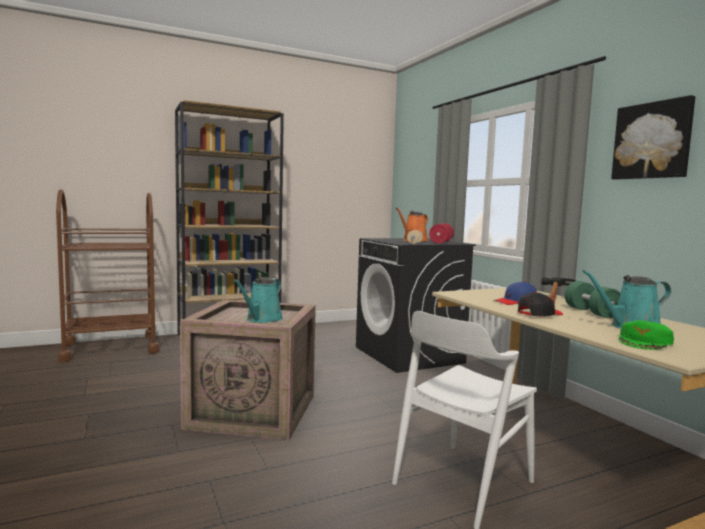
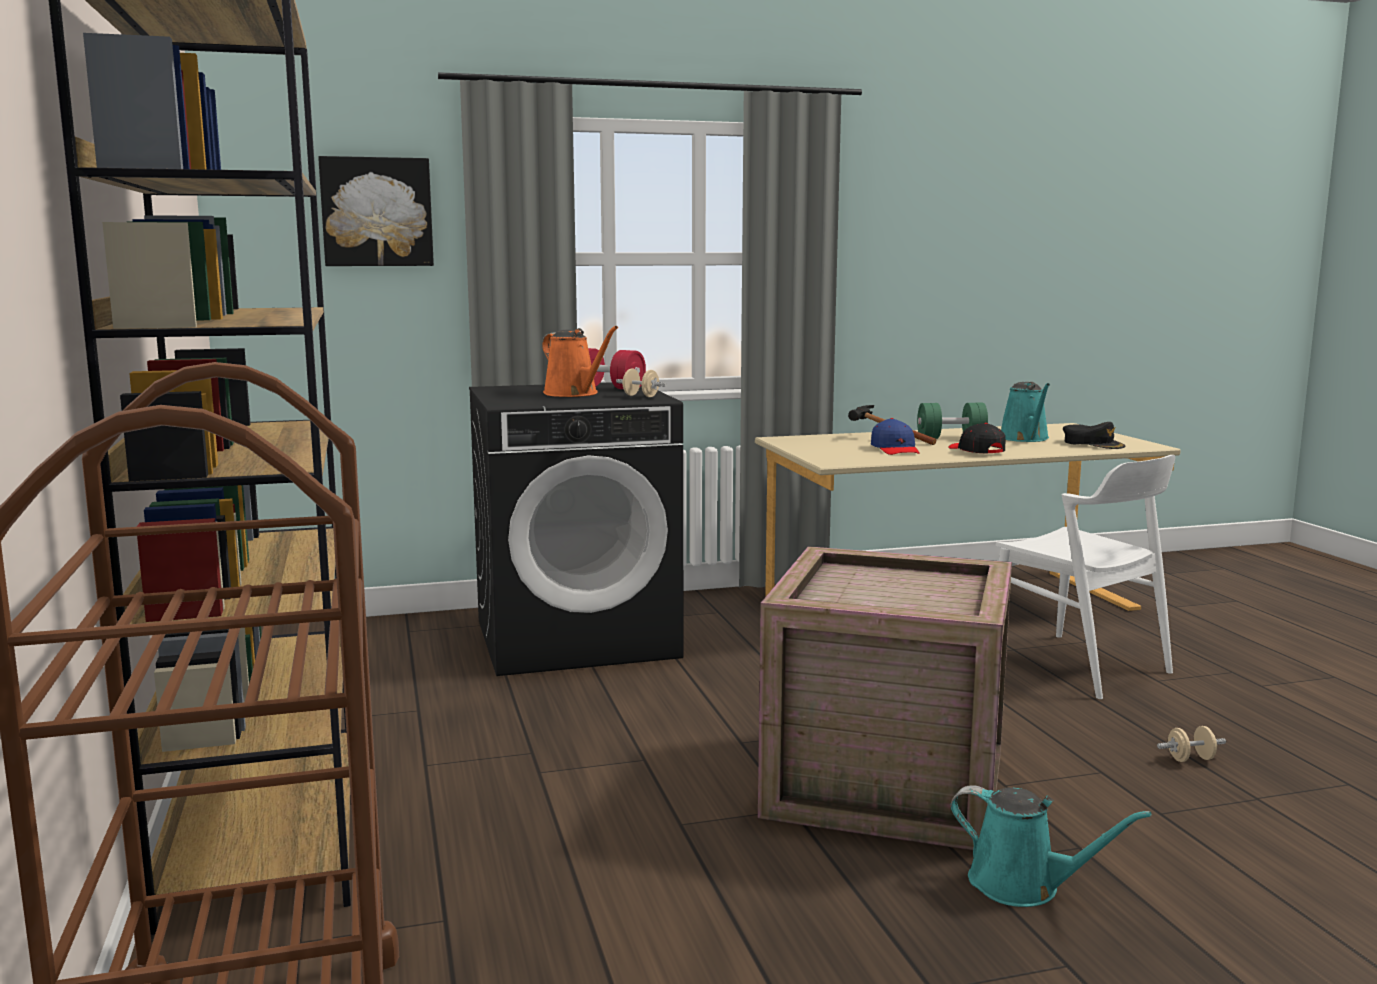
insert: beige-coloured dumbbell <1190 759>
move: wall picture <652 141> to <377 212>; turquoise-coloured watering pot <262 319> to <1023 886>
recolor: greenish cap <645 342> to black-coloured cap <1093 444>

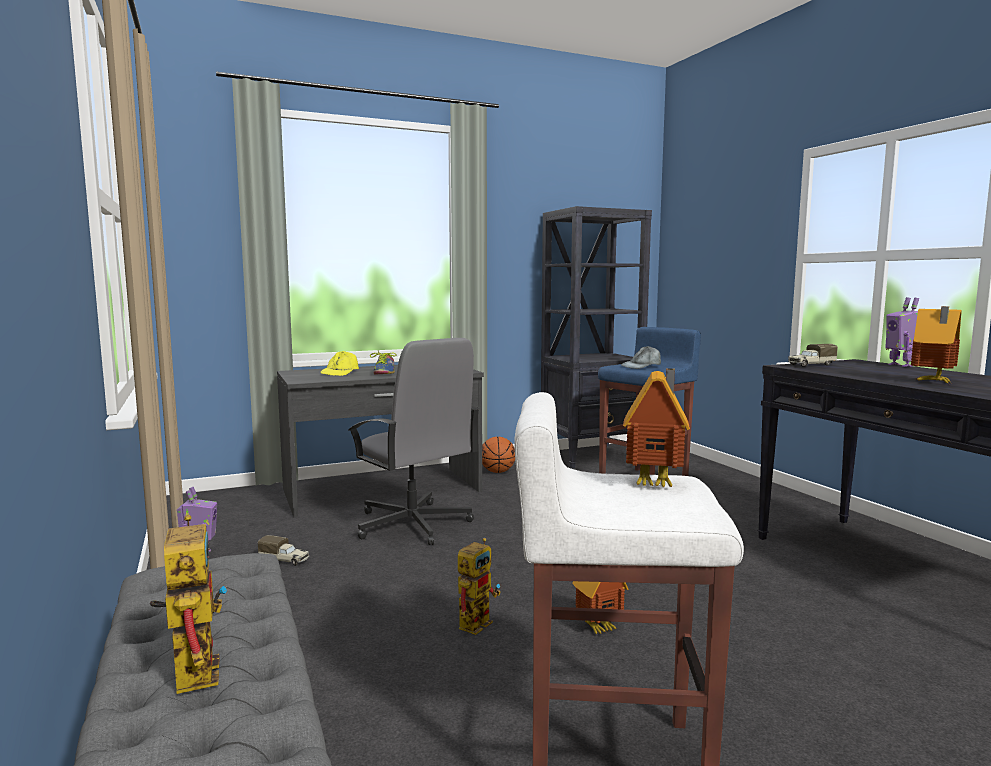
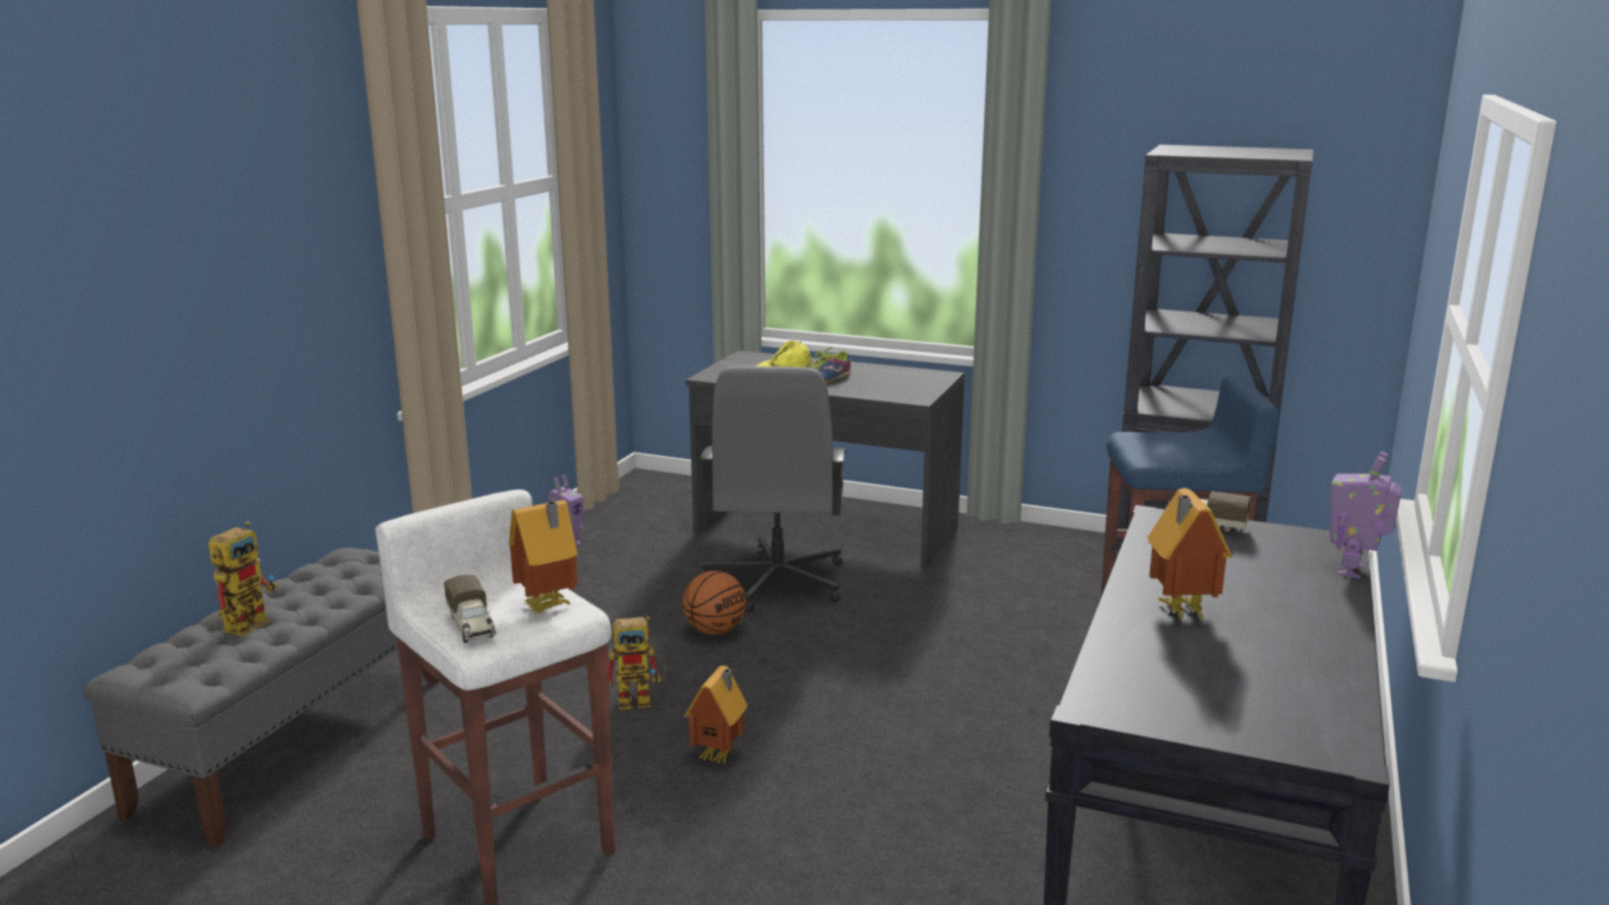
delete: grey cap <642 366>
move: toy lorry <285 560> to <472 627>; basketball ball <497 472> to <715 631>

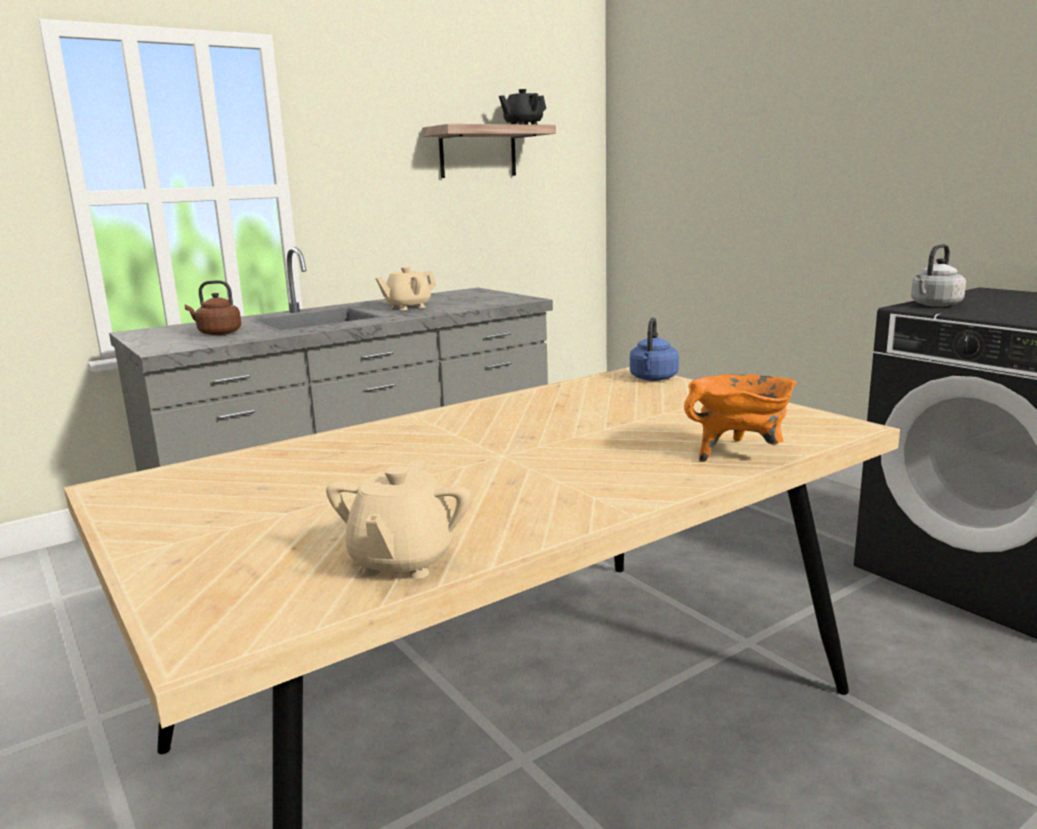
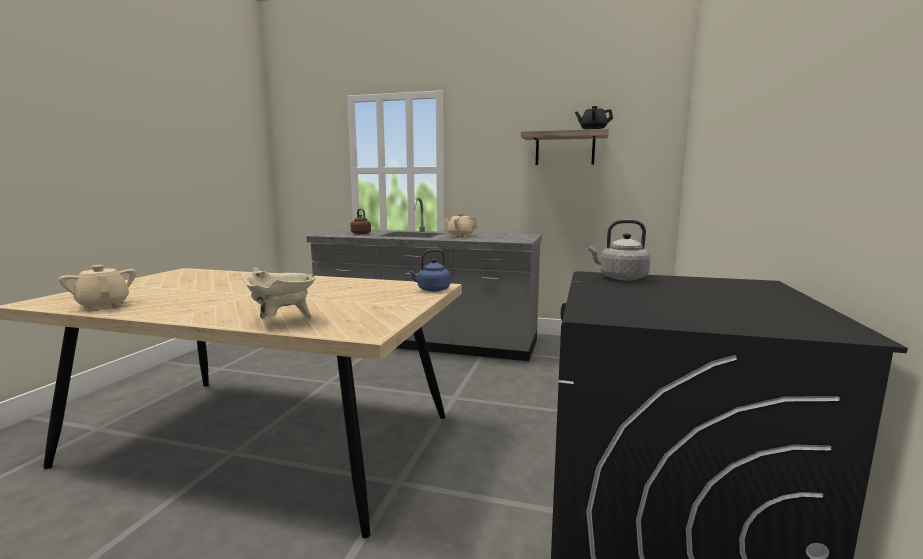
recolor: orangey stockpot <738 454> to beige-coloured stockpot <282 322>
rotate: beige-coloured pot for tea <402 561> = <103 305> 75 degrees clockwise

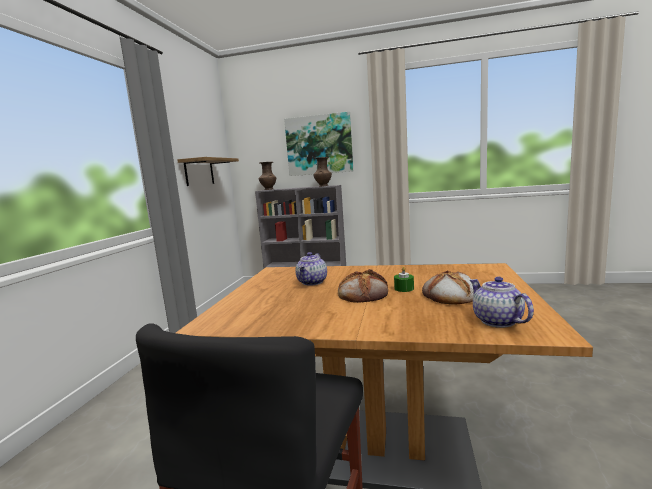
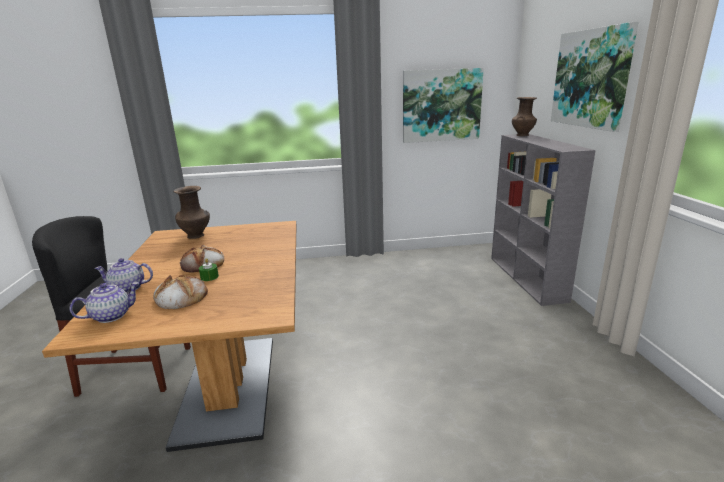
move: pot for tea <312 282> to <127 288>; brown flower vase <323 186> to <196 236>
replace: bracket shelf <199 172> to wall picture <441 105>

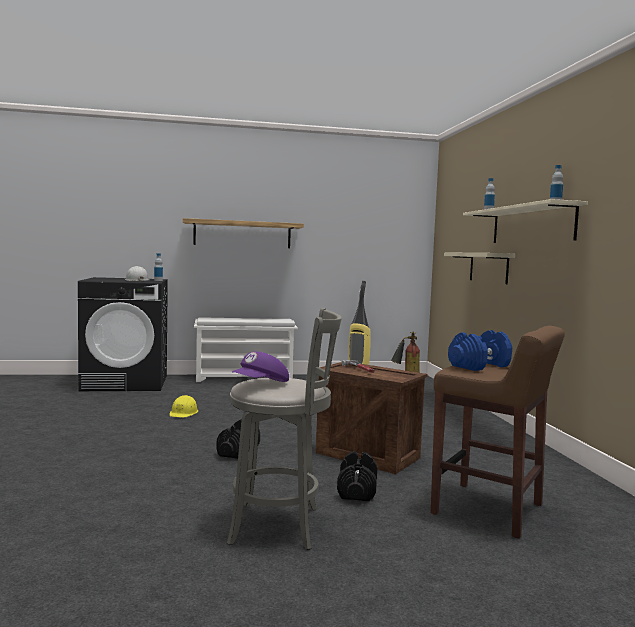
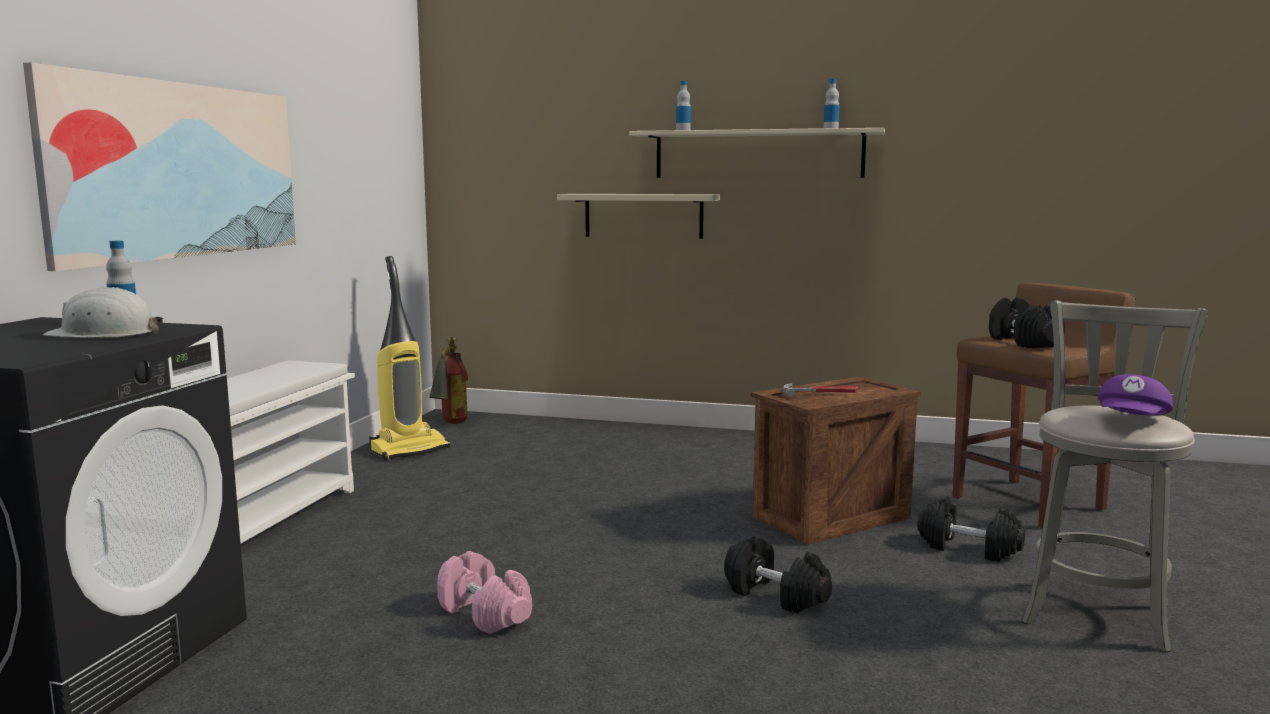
replace: bracket shelf <242 234> to wall picture <181 170>; yellowish work helmet <184 413> to pink dumbbell <485 614>
recolor: blue-coloured dumbbell <479 366> to black-coloured dumbbell <1023 342>
rotate: purple cap <261 384> = <1133 422> 60 degrees clockwise

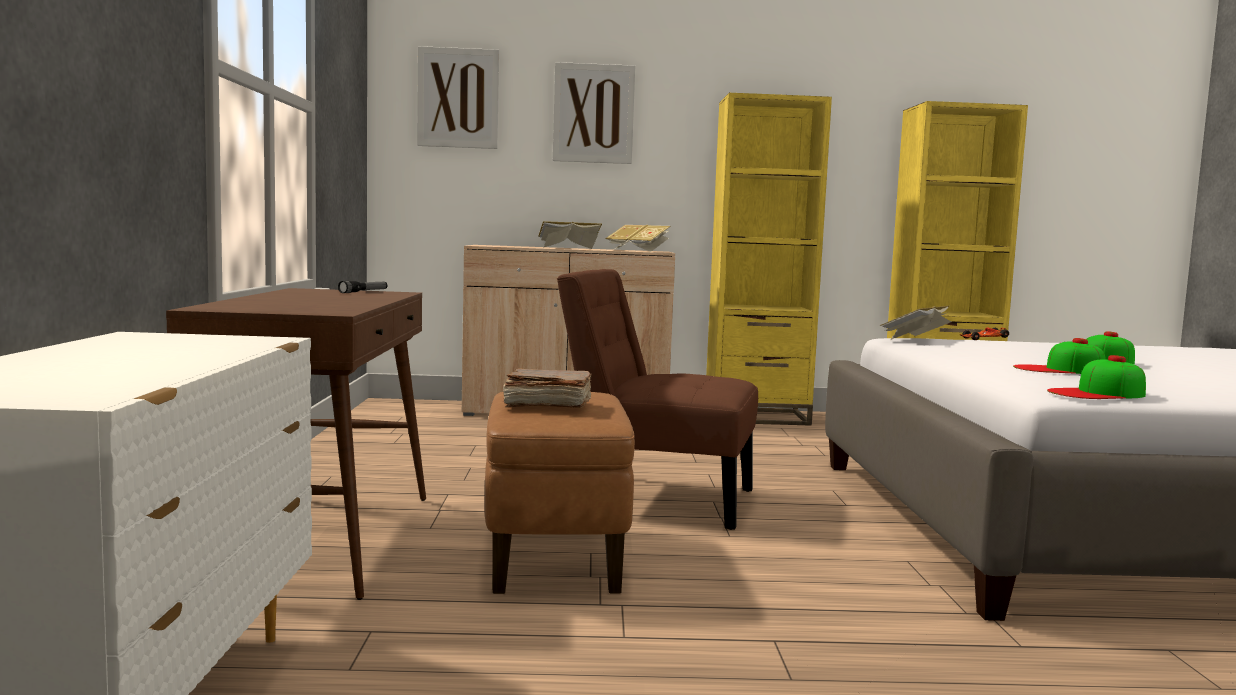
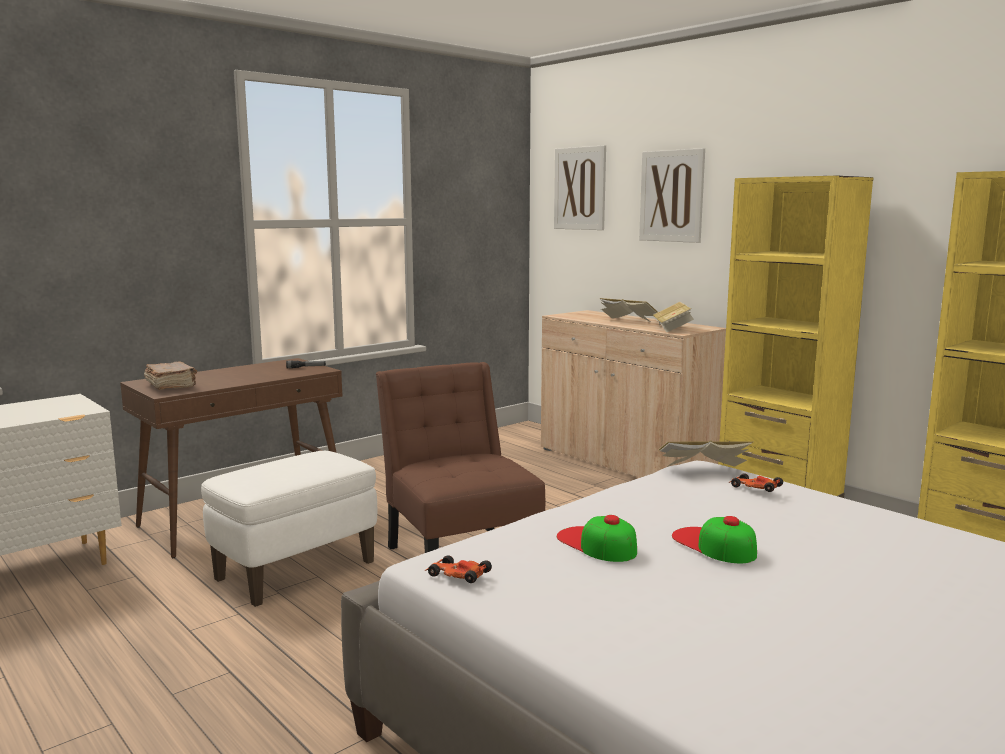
move: brown volume <546 405> to <171 386>
replace: cap <1097 393> to miniature car <457 576>
recolor: brown pouffe <554 556> to white-coloured pouffe <296 570>

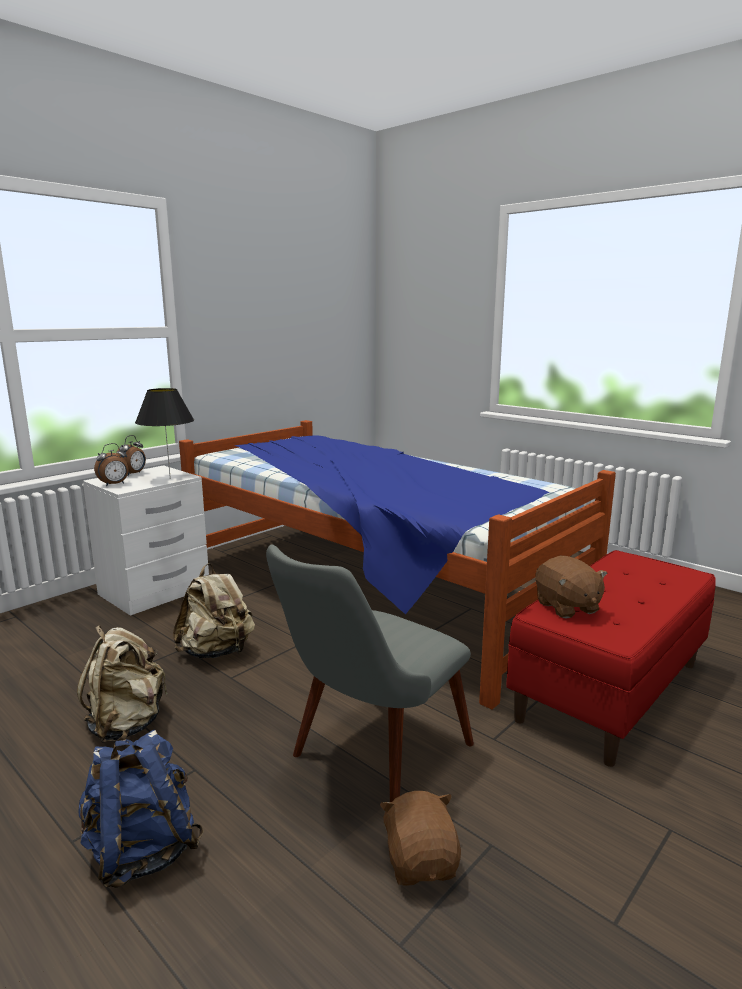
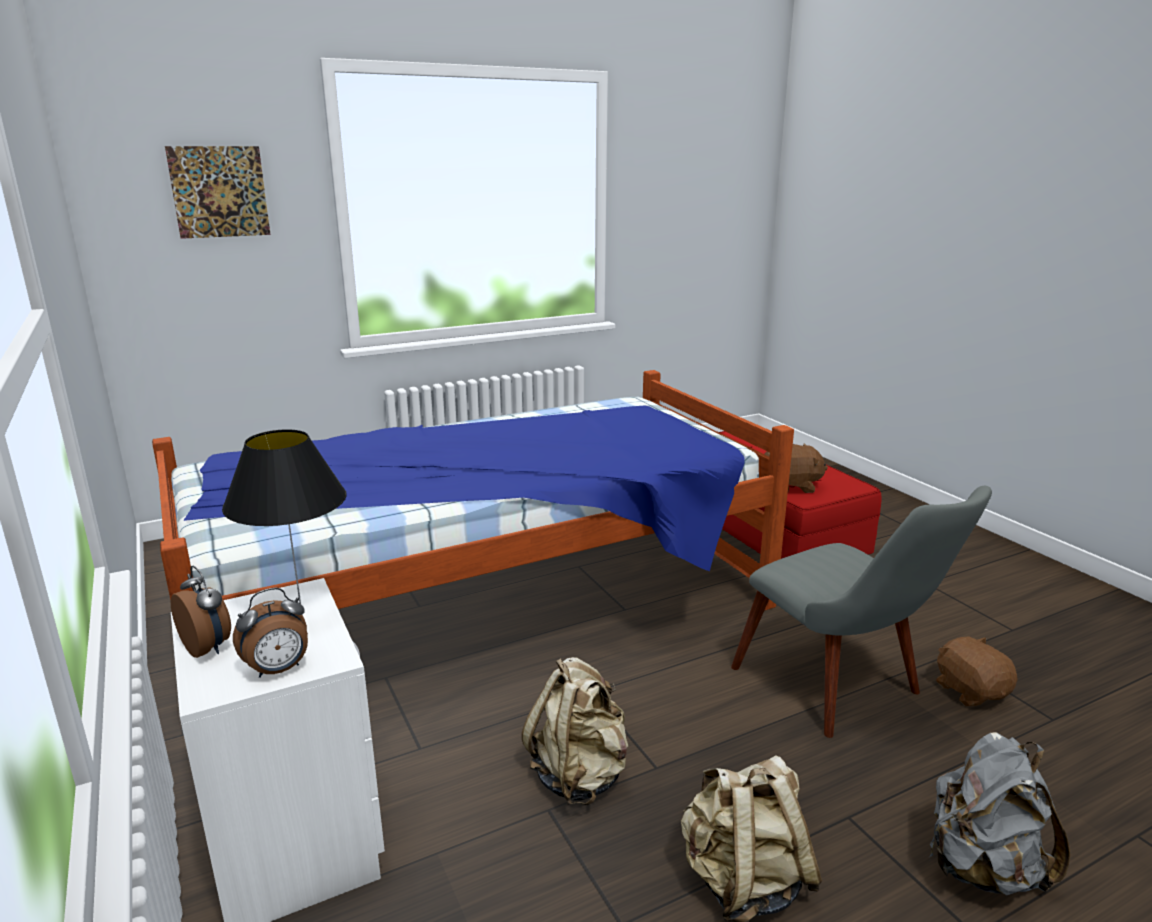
insert: wall picture <219 192>
recolor: blue-coloured backpack <142 851> to grey backpack <982 868>
rotate: alarm clock <114 484> = <278 670> 75 degrees clockwise; brown plush toy <421 861> = <970 691> 60 degrees clockwise

